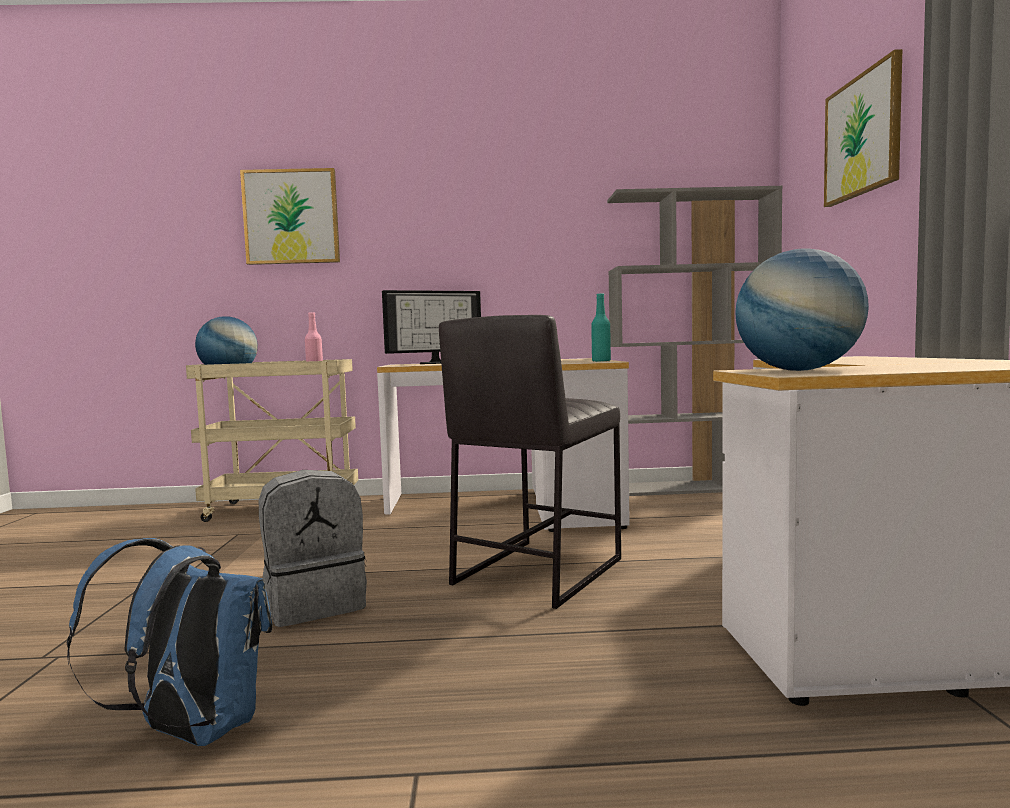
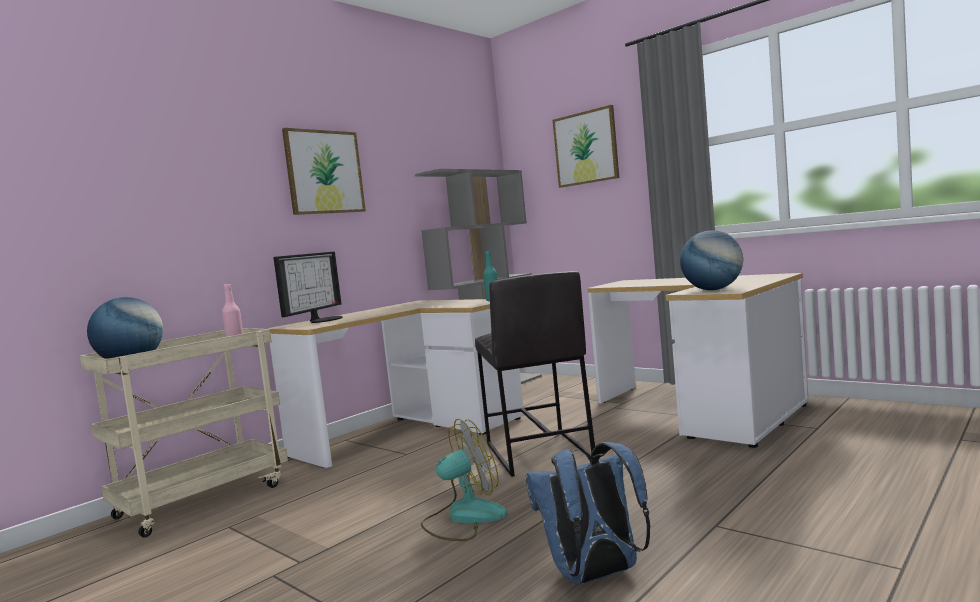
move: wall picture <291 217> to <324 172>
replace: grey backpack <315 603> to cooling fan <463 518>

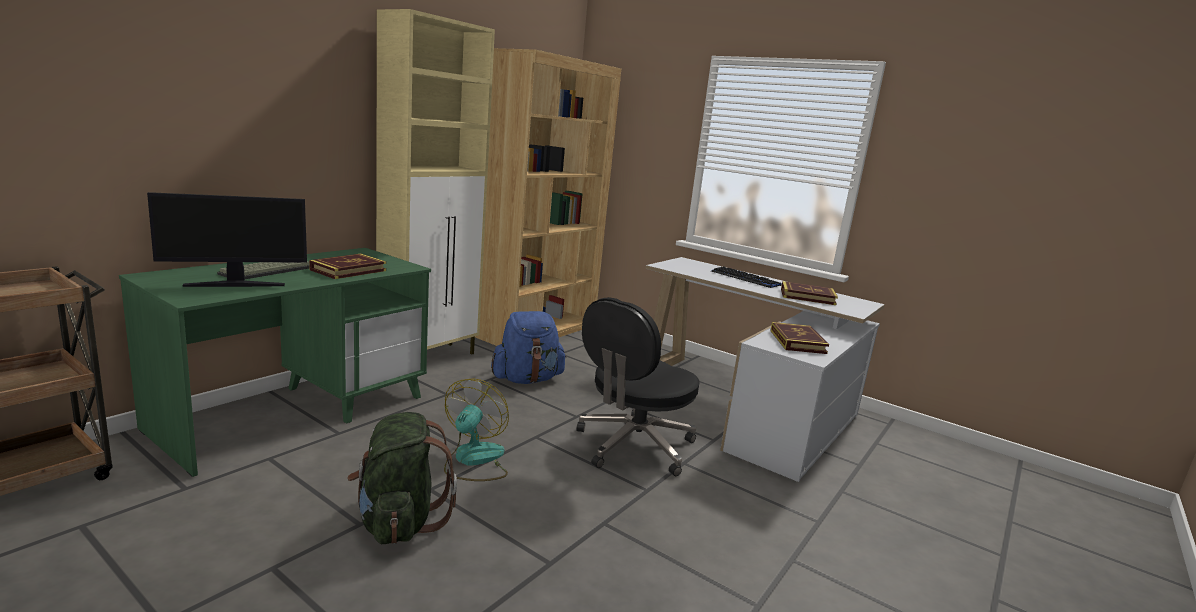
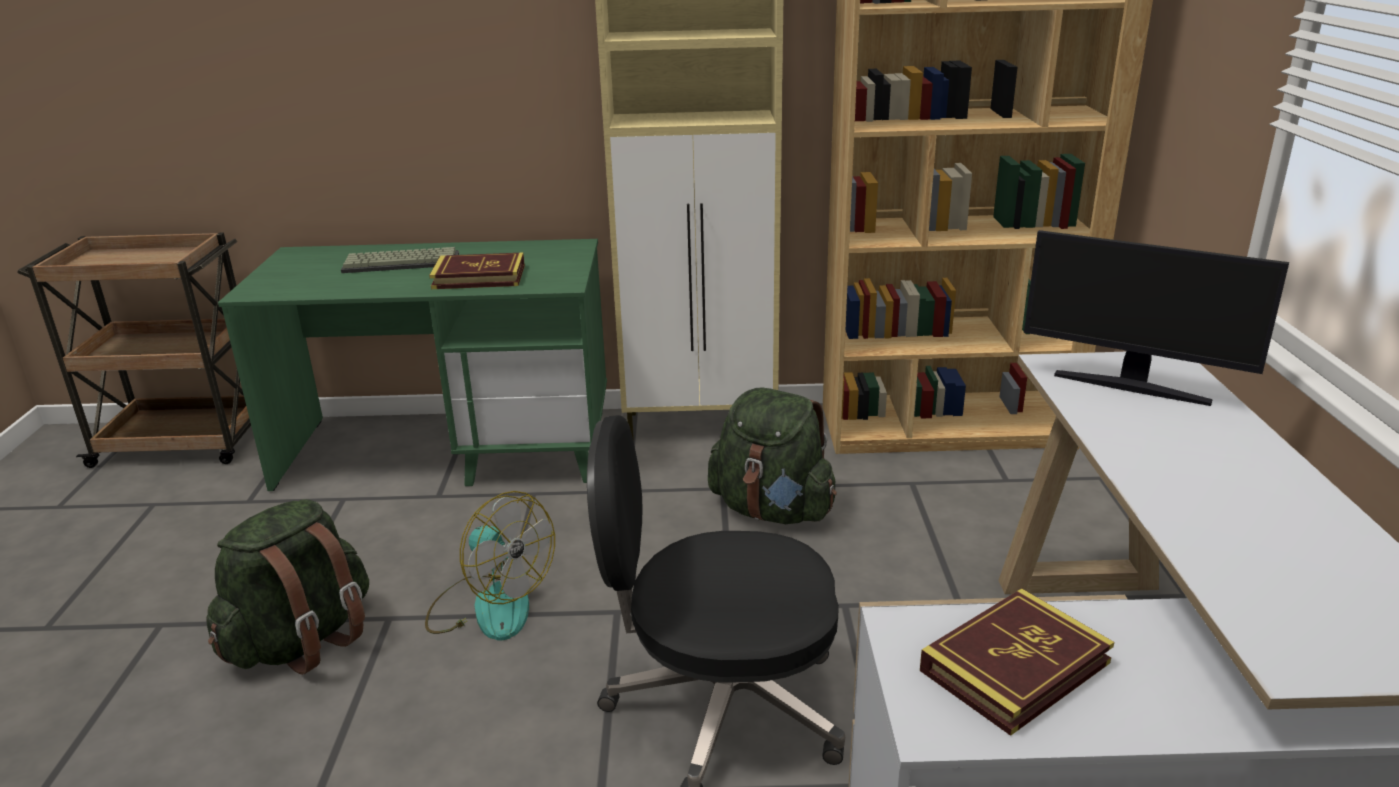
delete: keyboard <745 278>; volume <807 297>
move: computer display <235 284> to <1131 386>
recolor: blue-coloured backpack <527 379> to greenish backpack <772 510>
rotate: cooling fan <473 460> = <490 605> 60 degrees clockwise

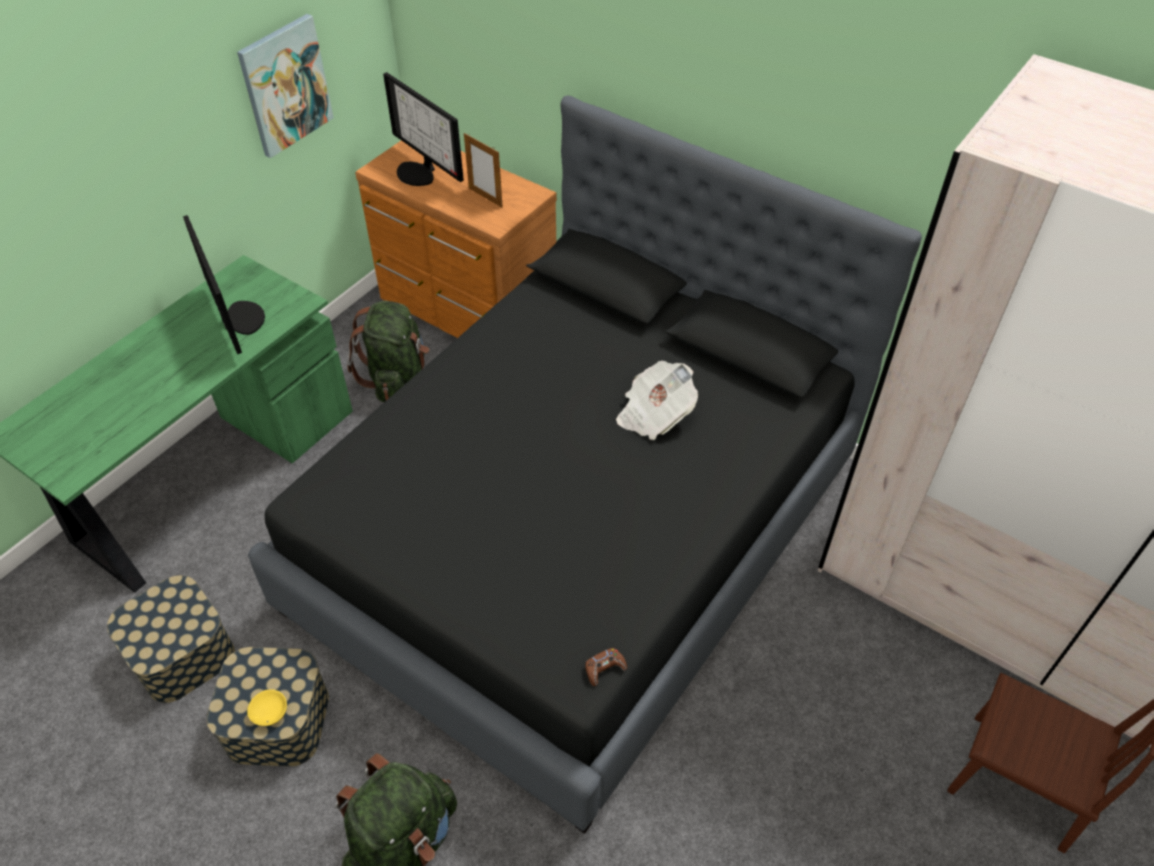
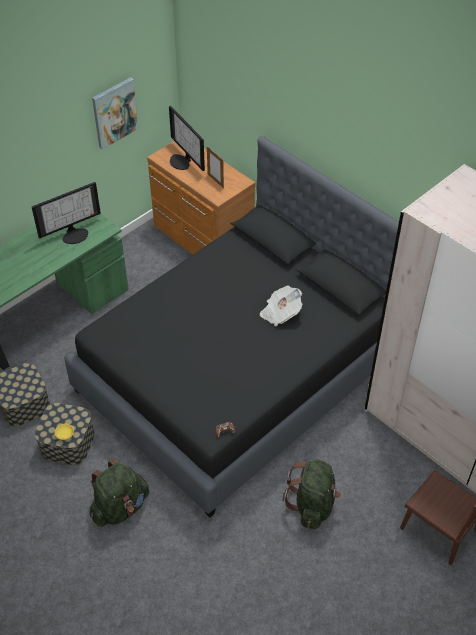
move: greenish backpack <397 378> to <312 504>
rotate: computer display <239 319> = <74 234> 75 degrees clockwise

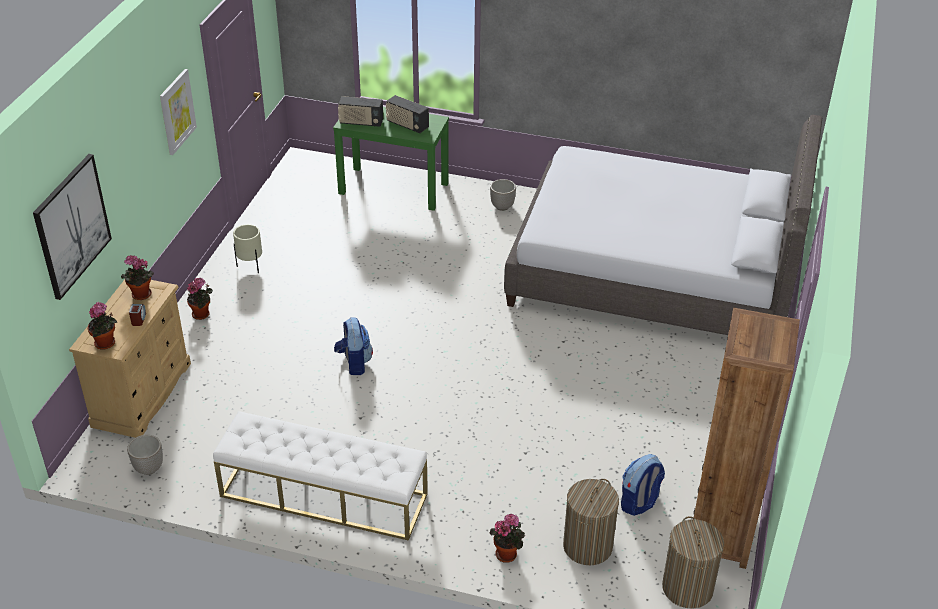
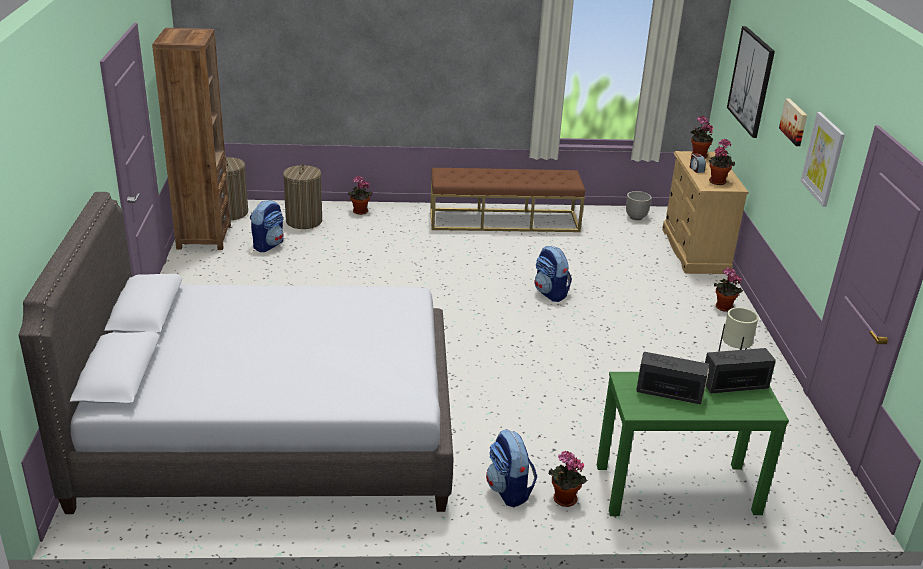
insert: houseplant <563 500>; wall picture <795 122>
replace: flower pot <502 206> to backpack <509 491>
recolor: white-coloured bench <323 495> to brown bench <504 220>

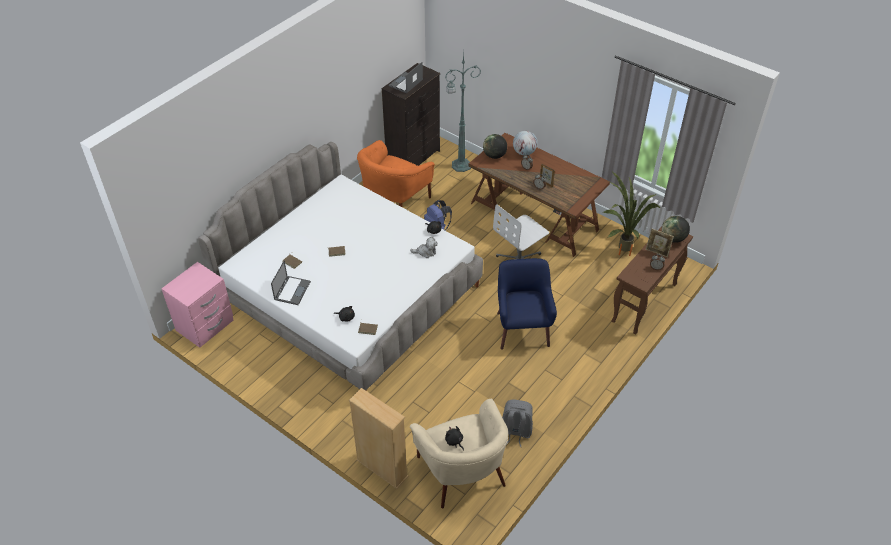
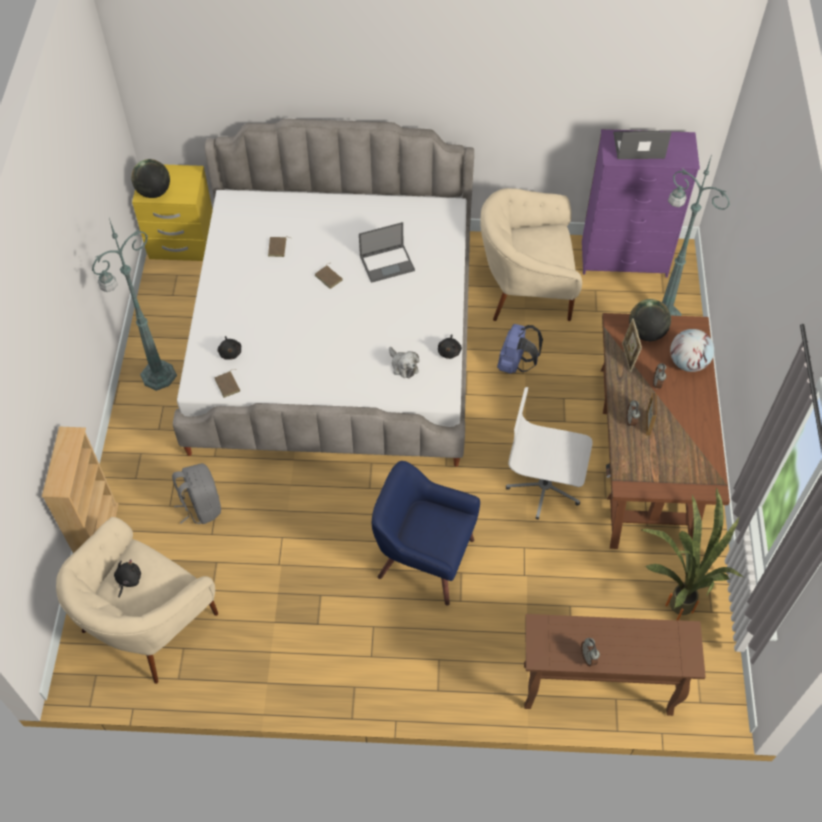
insert: greenish standard lamp <156 376>
move: globe <673 238> to <154 192>; grey backpack <515 431> to <201 506>; notebook computer <292 290> to <387 263>; photo frame <657 252> to <628 357>
recolor: pink night table <205 326> to yellowish night table <182 243>; orangey armchair <394 201> to beige-coloured armchair <527 287>; black-coloured dresser <414 159> to purple dresser <625 259>
rotate: blue-coloured armchair <522 328> = <424 559> 120 degrees counterclockwise

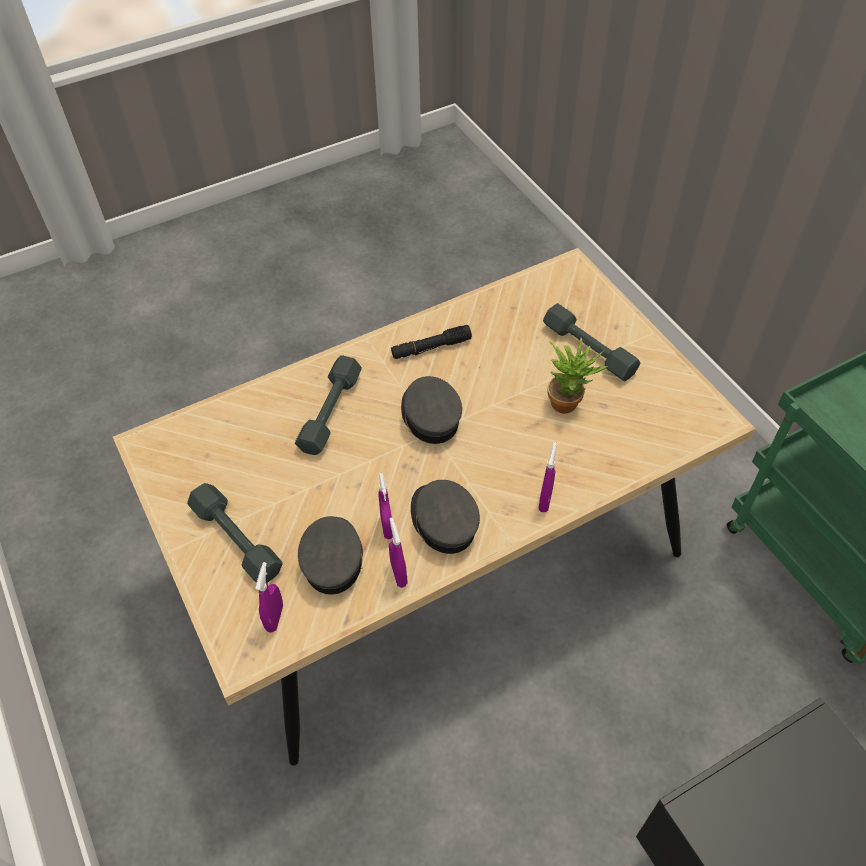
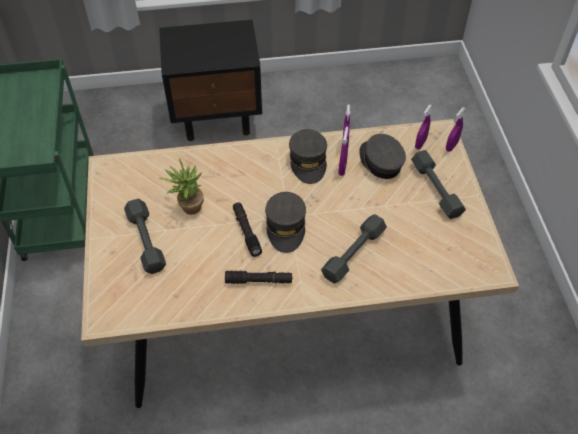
insert: black-coloured flashlight <246 232>
move: purple spray bottle <545 500> to <451 146>
rotate: grey cap <332 559> = <380 161> 135 degrees clockwise

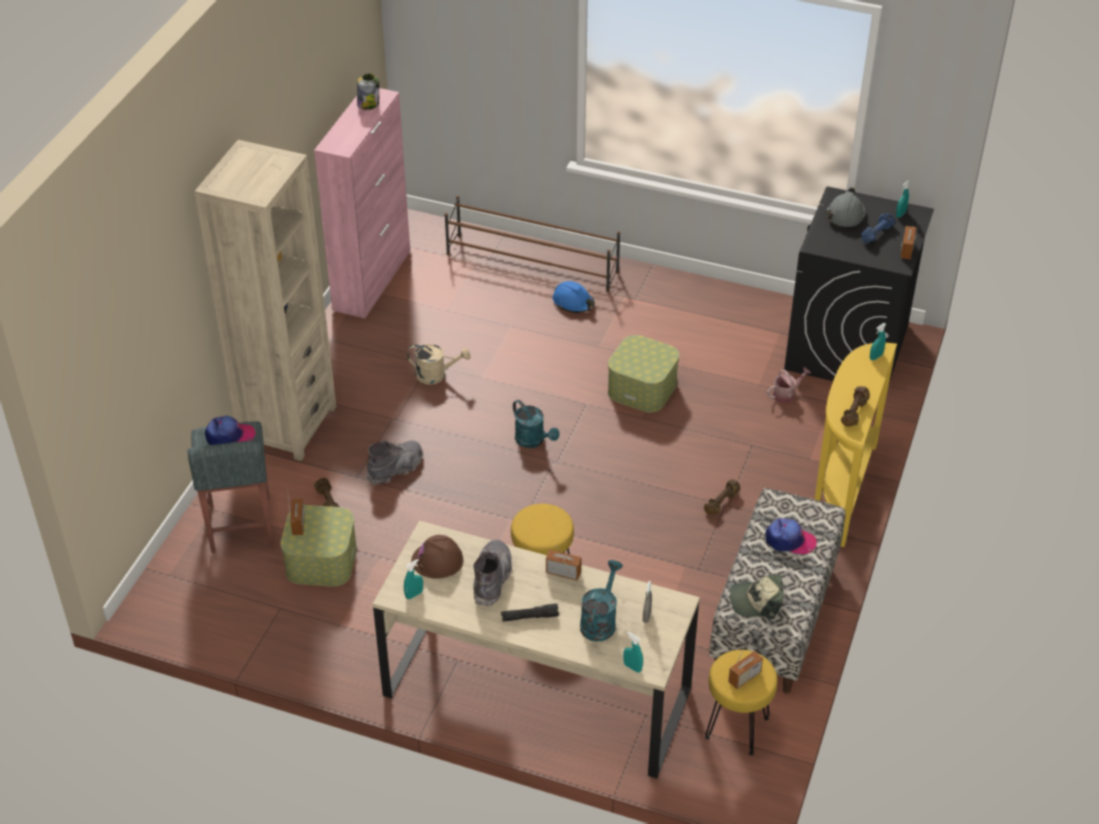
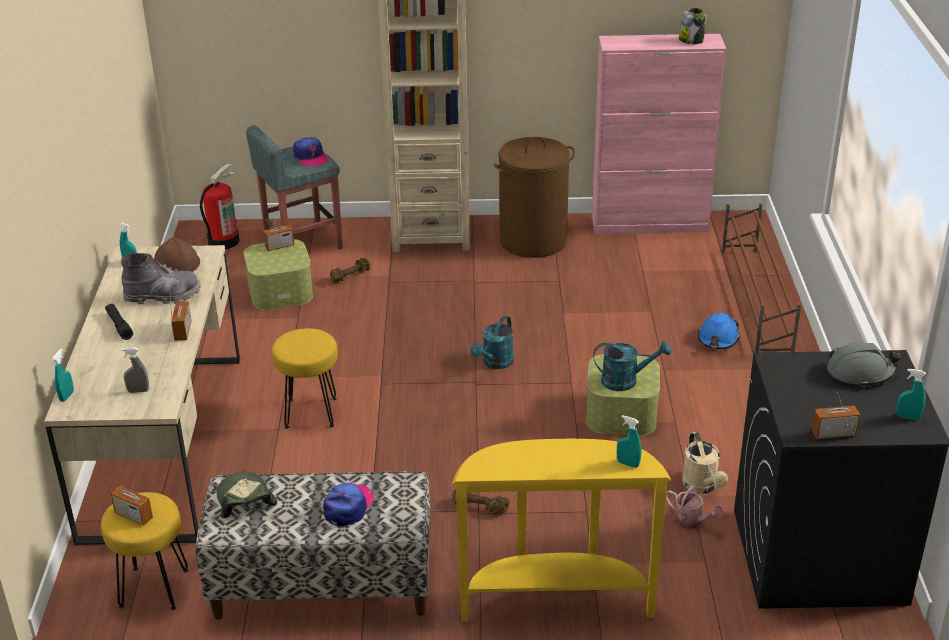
delete: grey high-top boot <396 468>; brown dumbbell <855 413>; blue-coloured dumbbell <876 234>
insert: extinguisher <223 241>; brown hamper <533 241>
move: turquoise-coloured watering pot <600 620> to <626 381>; beige-coloured watering pot <436 375> to <702 486>
rotate: cap <789 540> = <348 507> 150 degrees counterclockwise

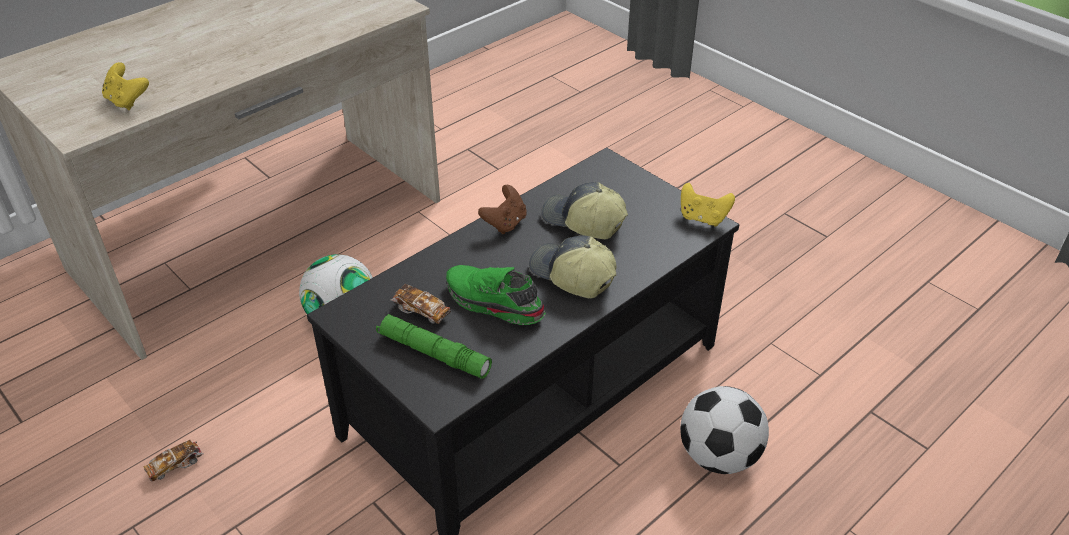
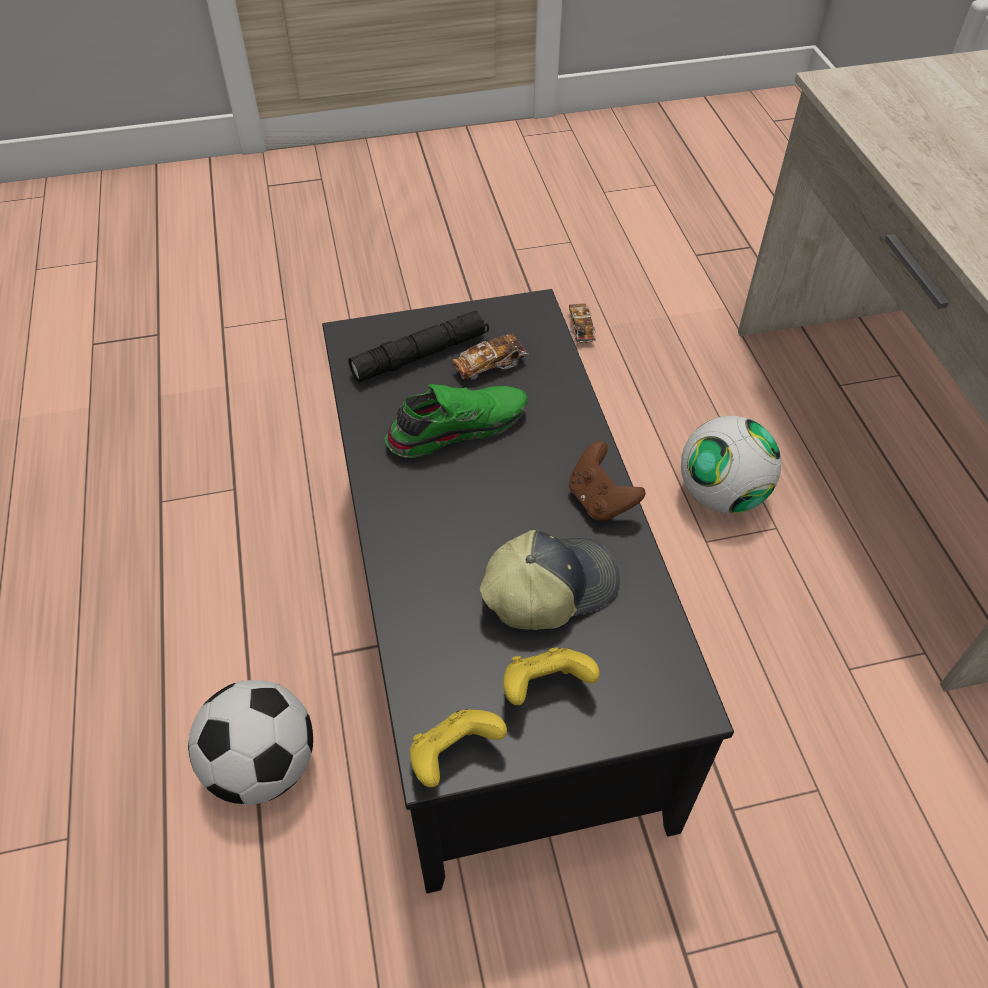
delete: cap <571 276>
move: yellowish gamepad <127 101> to <545 687>
recolor: greenish flashlight <433 353> to black-coloured flashlight <420 355>

